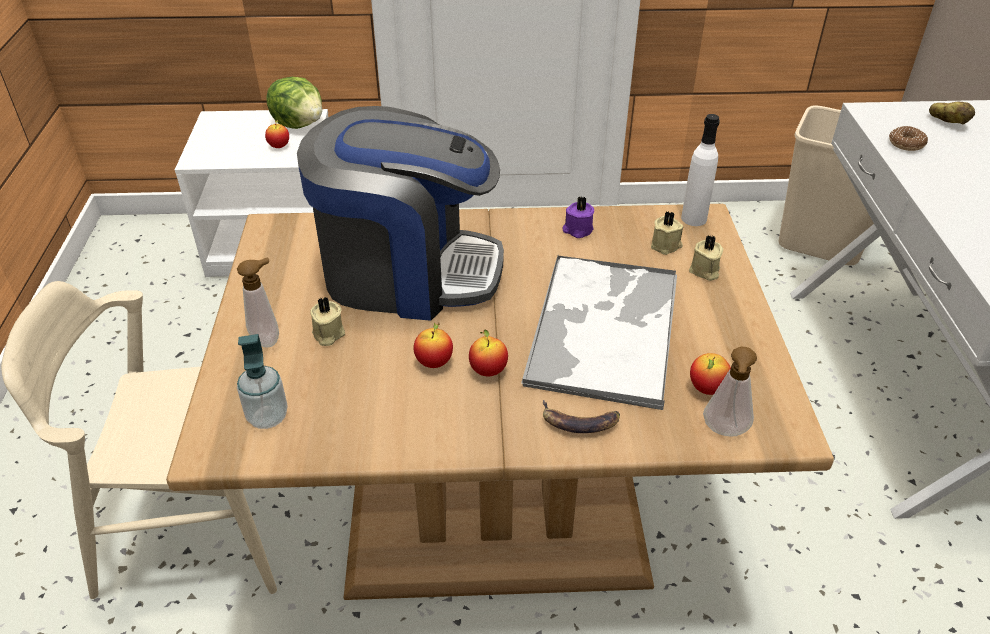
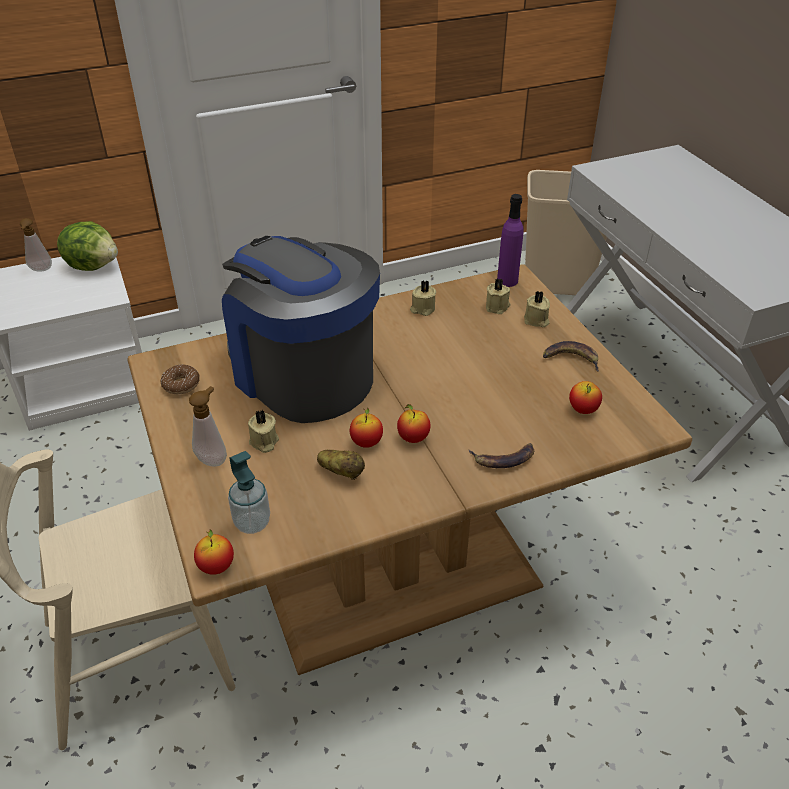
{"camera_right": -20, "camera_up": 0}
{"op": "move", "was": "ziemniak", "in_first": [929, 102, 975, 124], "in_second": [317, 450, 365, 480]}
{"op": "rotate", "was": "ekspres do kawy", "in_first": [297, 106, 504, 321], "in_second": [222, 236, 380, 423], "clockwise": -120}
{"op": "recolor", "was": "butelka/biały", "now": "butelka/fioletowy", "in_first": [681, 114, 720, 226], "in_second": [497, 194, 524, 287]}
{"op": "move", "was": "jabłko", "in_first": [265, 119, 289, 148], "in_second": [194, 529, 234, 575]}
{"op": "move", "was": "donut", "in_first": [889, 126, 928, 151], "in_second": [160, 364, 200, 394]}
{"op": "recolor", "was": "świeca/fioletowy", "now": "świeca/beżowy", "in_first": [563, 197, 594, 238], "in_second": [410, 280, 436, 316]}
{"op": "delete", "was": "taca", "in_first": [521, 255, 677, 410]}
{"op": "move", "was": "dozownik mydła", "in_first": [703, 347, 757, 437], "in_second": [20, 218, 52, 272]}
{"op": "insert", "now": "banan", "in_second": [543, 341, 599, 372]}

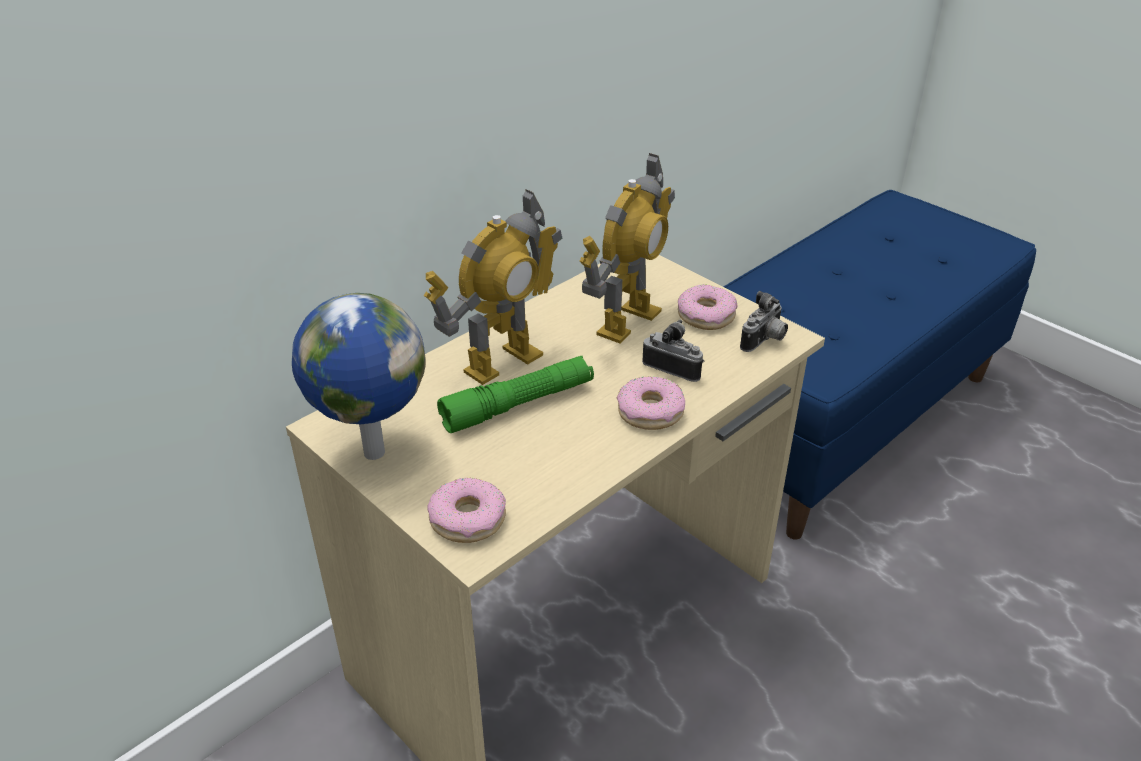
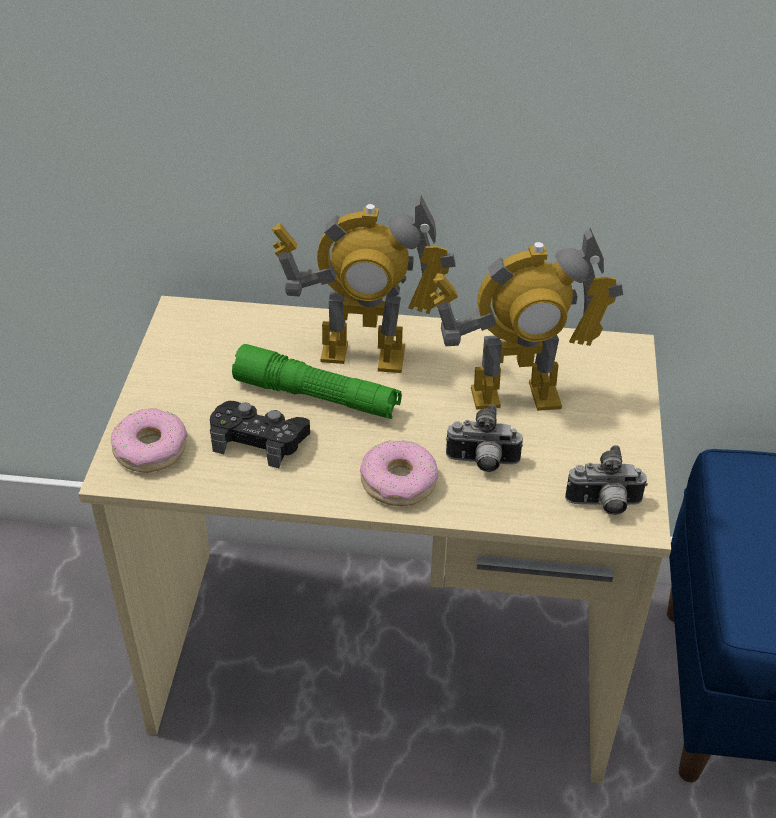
{"camera_right": 50, "camera_up": 5}
{"op": "delete", "was": "donut", "in_first": [678, 285, 737, 330]}
{"op": "delete", "was": "globus", "in_first": [292, 293, 426, 460]}
{"op": "rotate", "was": "aparat fotograficzny", "in_first": [642, 319, 704, 382], "in_second": [446, 405, 523, 472], "clockwise": 105}
{"op": "insert", "now": "pad do gier/czarny", "in_second": [210, 401, 310, 468]}

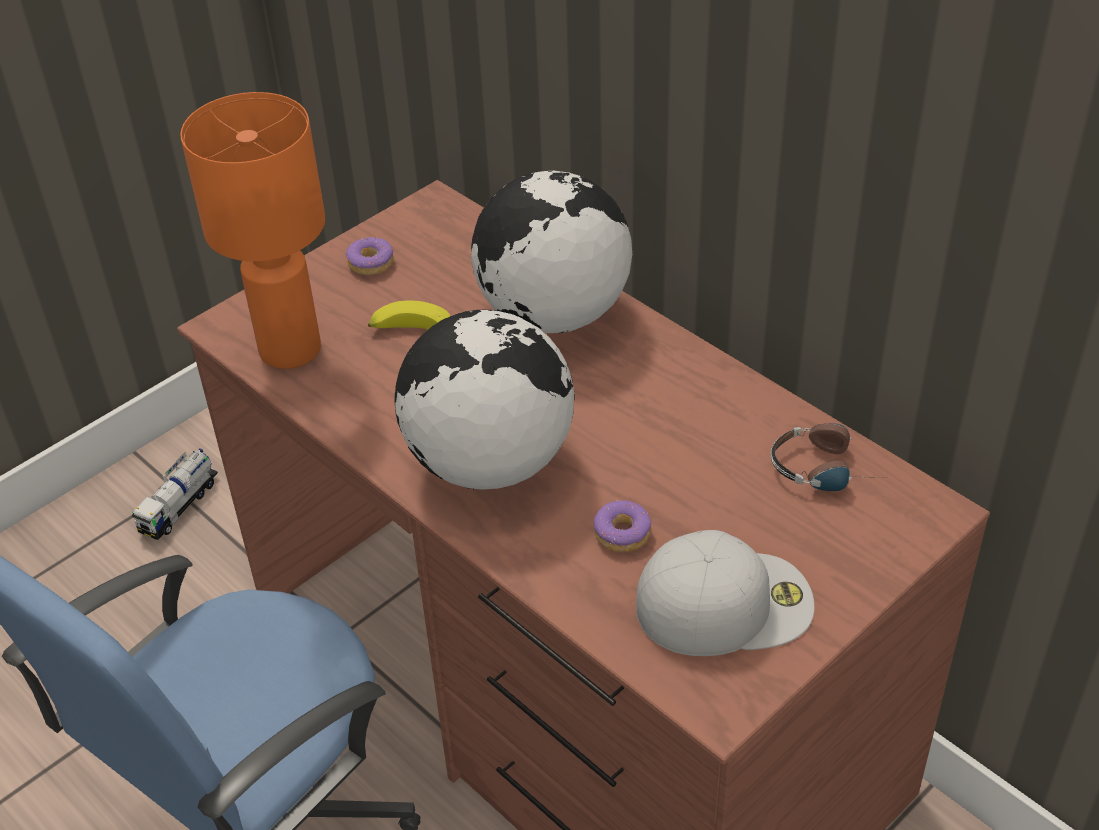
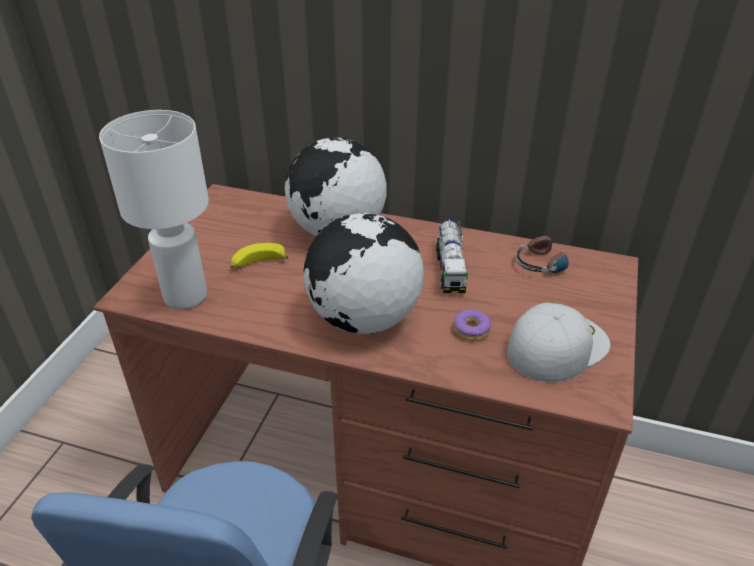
{"camera_right": -30, "camera_up": -5}
{"op": "recolor", "was": "lampa stołowa/pomarańczowy", "now": "lampa stołowa/biały", "in_first": [180, 92, 325, 369], "in_second": [99, 110, 209, 309]}
{"op": "delete", "was": "donut", "in_first": [346, 237, 394, 275]}
{"op": "move", "was": "ciężarówka zabawkowa", "in_first": [132, 448, 218, 540], "in_second": [436, 218, 468, 293]}

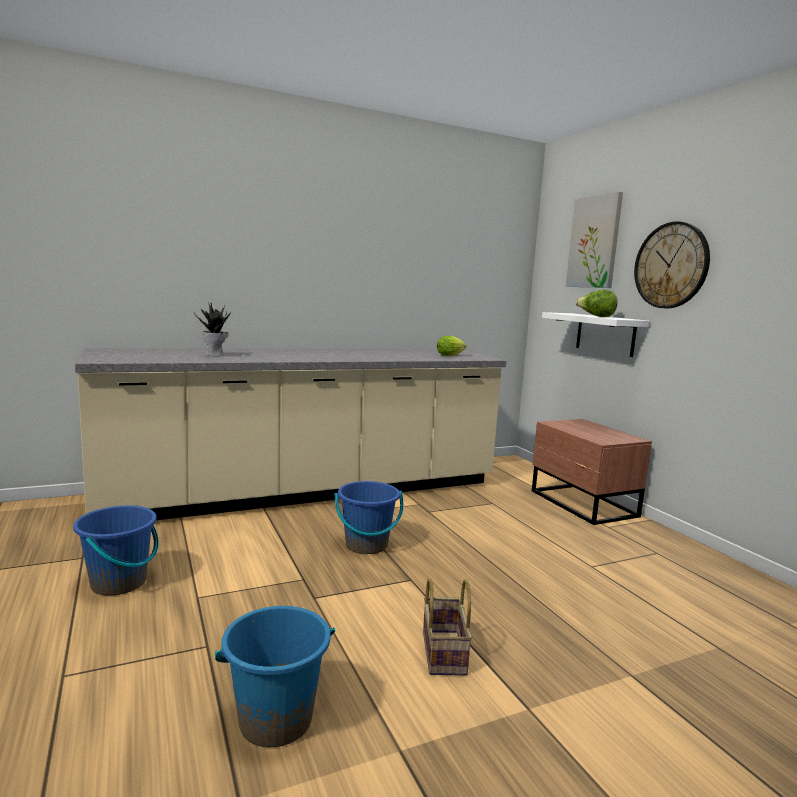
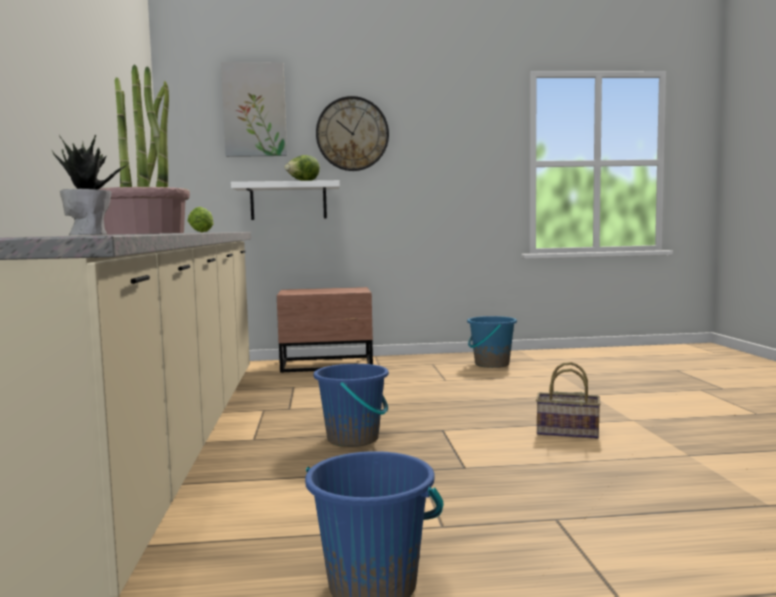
{"camera_right": -70, "camera_up": -5}
{"op": "move", "was": "wiadro/niebieski", "in_first": [215, 606, 335, 747], "in_second": [467, 316, 517, 368]}
{"op": "insert", "now": "roślina doniczkowa", "in_second": [99, 64, 190, 235]}

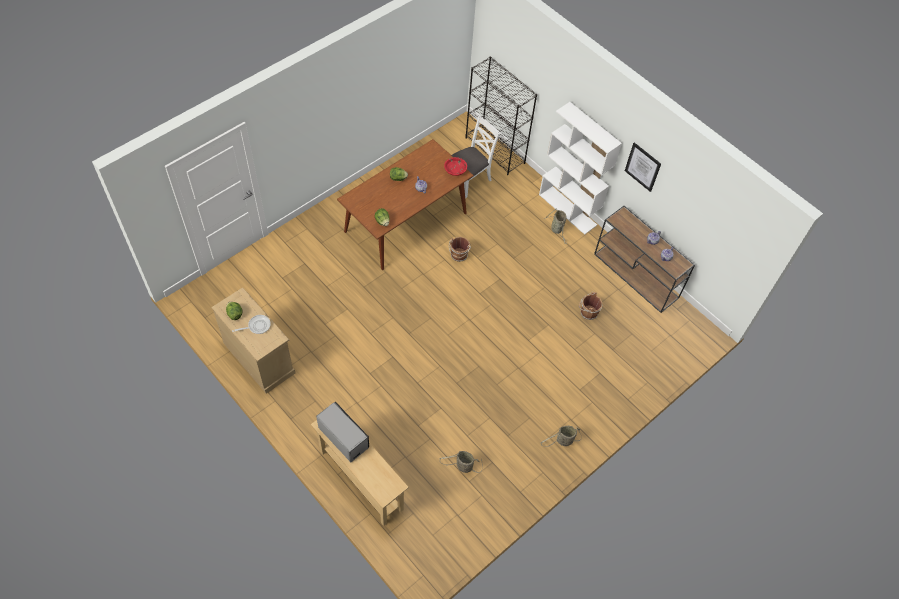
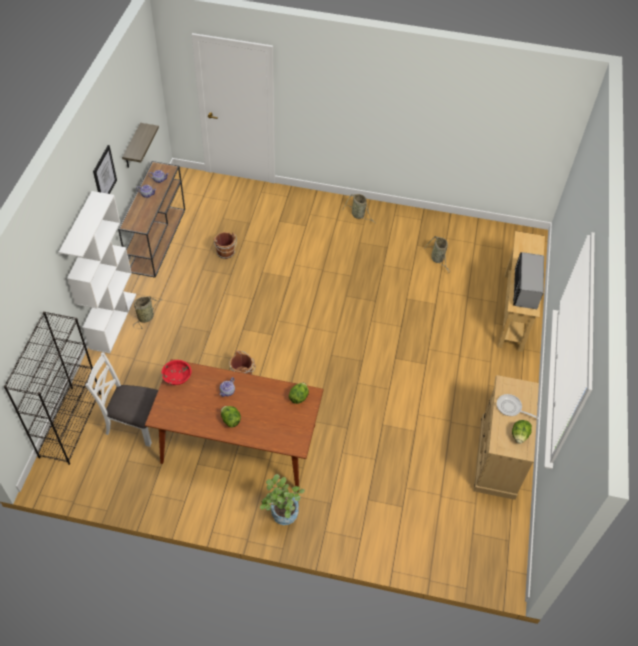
{"camera_right": -125, "camera_up": -5}
{"op": "insert", "now": "półka", "in_second": [122, 123, 159, 168]}
{"op": "insert", "now": "roślina doniczkowa", "in_second": [260, 474, 305, 525]}

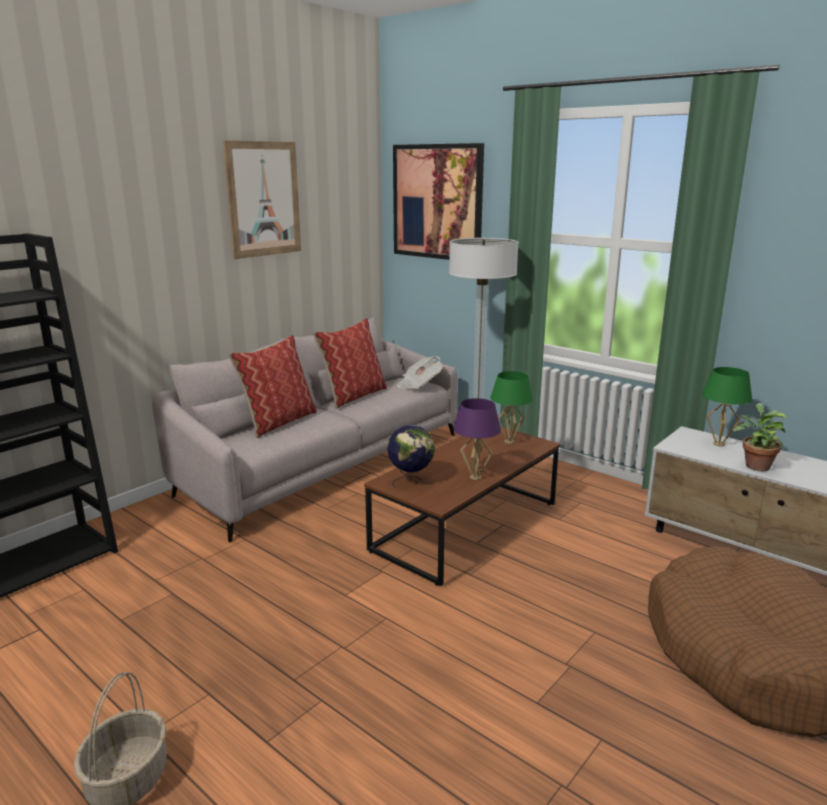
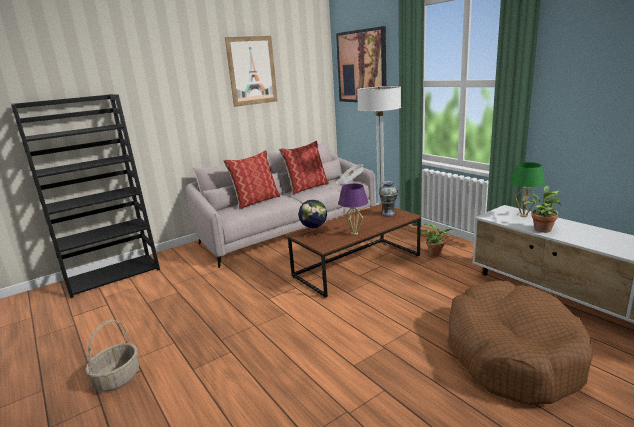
{"camera_right": 15, "camera_up": 0}
{"op": "replace", "was": "lampa stołowa/zielony", "now": "wazon", "in_first": [490, 371, 533, 444], "in_second": [379, 181, 398, 217]}
{"op": "insert", "now": "roślina doniczkowa", "in_second": [422, 223, 454, 256]}

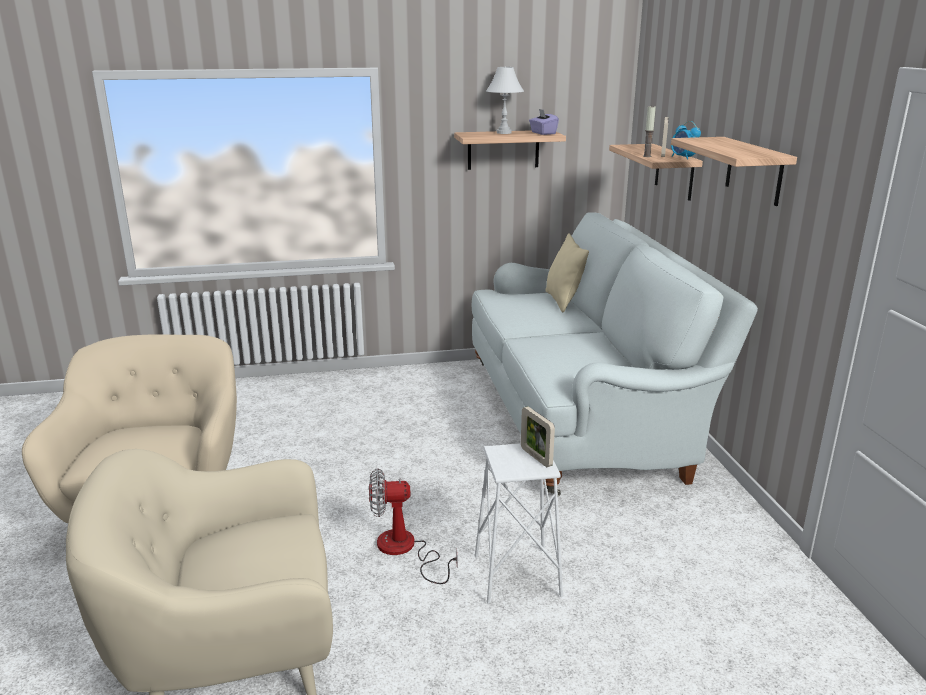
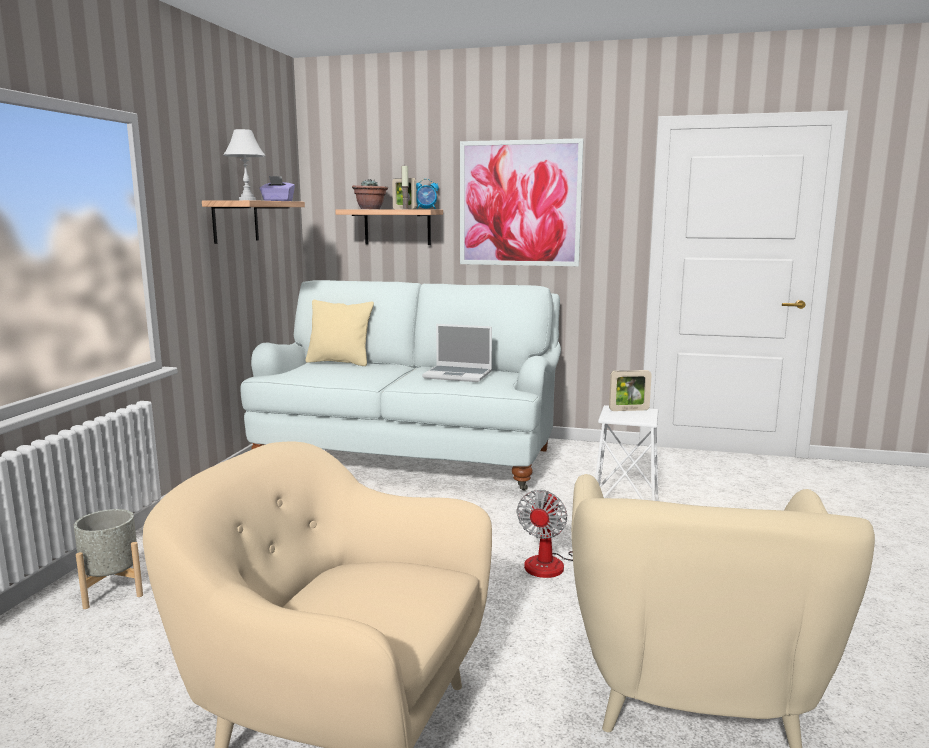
{"camera_right": -65, "camera_up": -10}
{"op": "replace", "was": "półka", "now": "obraz", "in_first": [671, 137, 797, 206], "in_second": [460, 138, 584, 266]}
{"op": "insert", "now": "roślina doniczkowa", "in_second": [352, 179, 388, 209]}
{"op": "insert", "now": "laptop", "in_second": [422, 324, 492, 382]}
{"op": "insert", "now": "donica/szary", "in_second": [74, 509, 143, 609]}

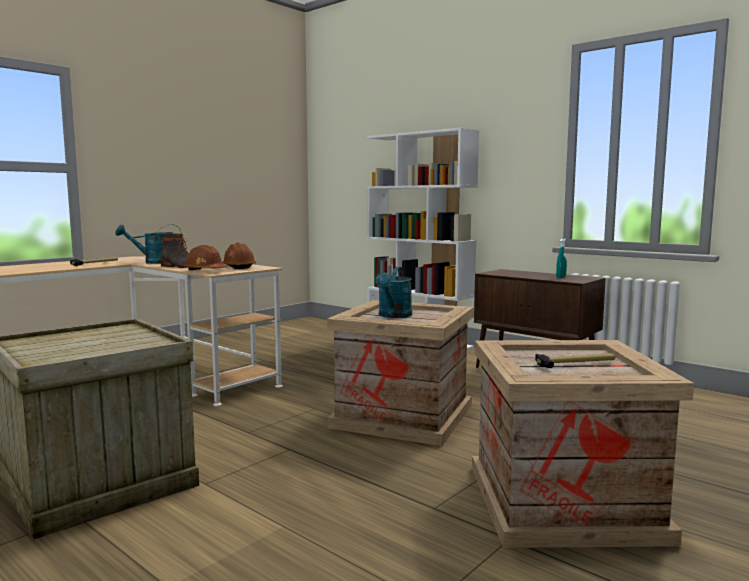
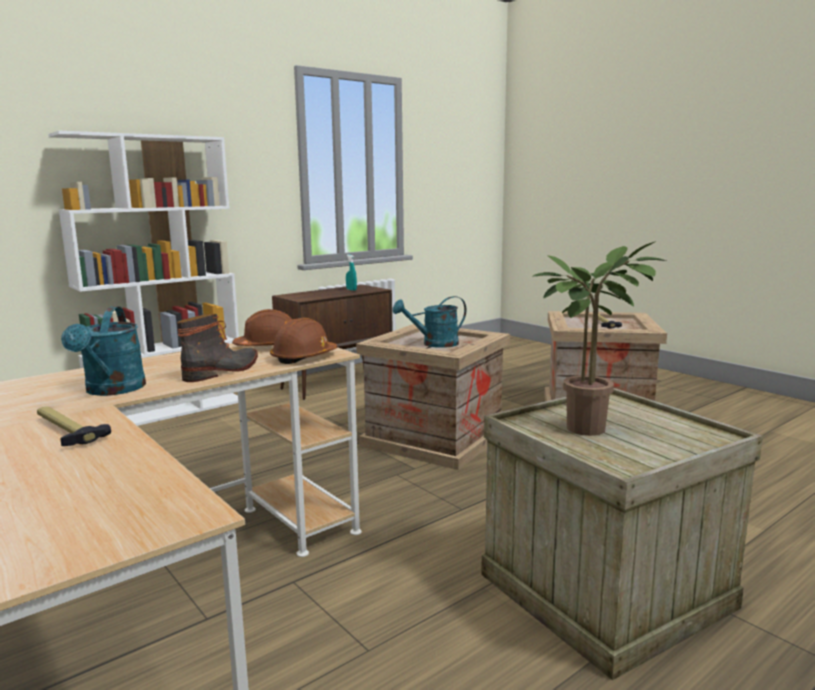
{"camera_right": -80, "camera_up": 5}
{"op": "rotate", "was": "konewka/turkusowy", "in_first": [375, 267, 412, 318], "in_second": [393, 296, 466, 348], "clockwise": 135}
{"op": "insert", "now": "roślina doniczkowa", "in_second": [533, 241, 666, 436]}

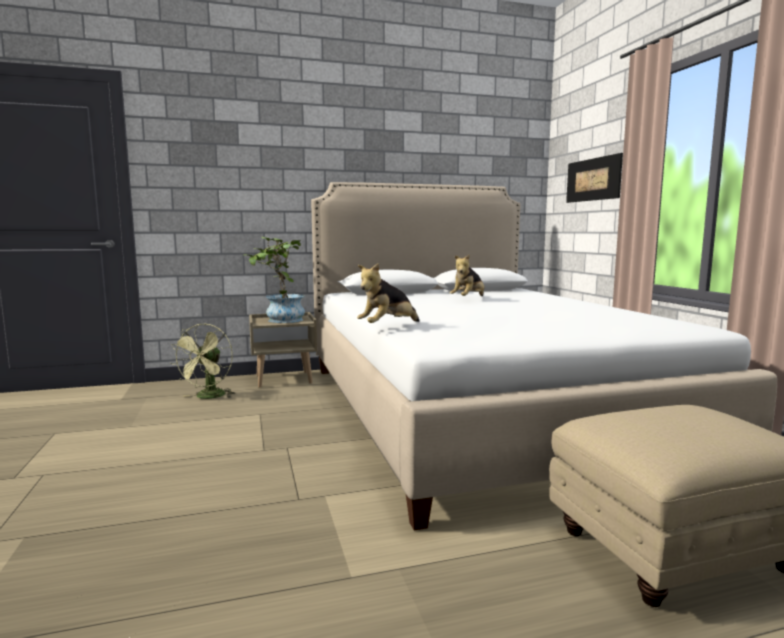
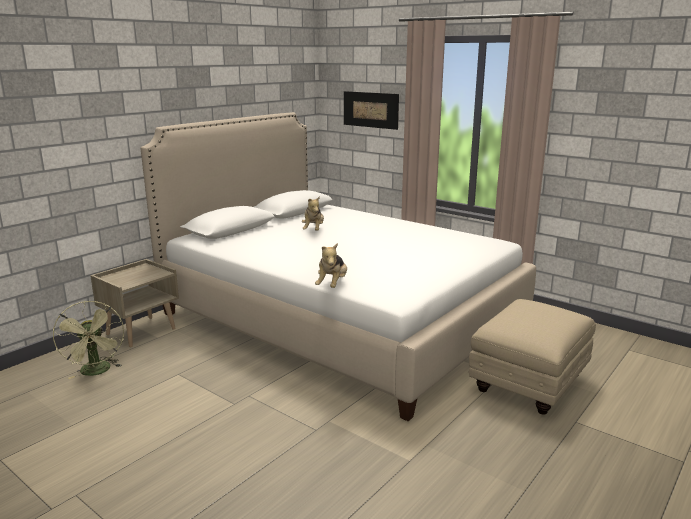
{"camera_right": -35, "camera_up": 10}
{"op": "delete", "was": "roślina doniczkowa", "in_first": [248, 237, 305, 323]}

